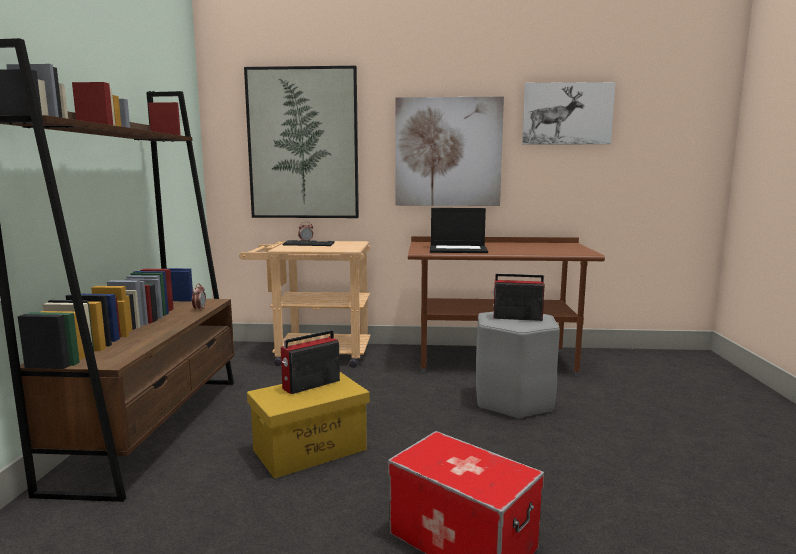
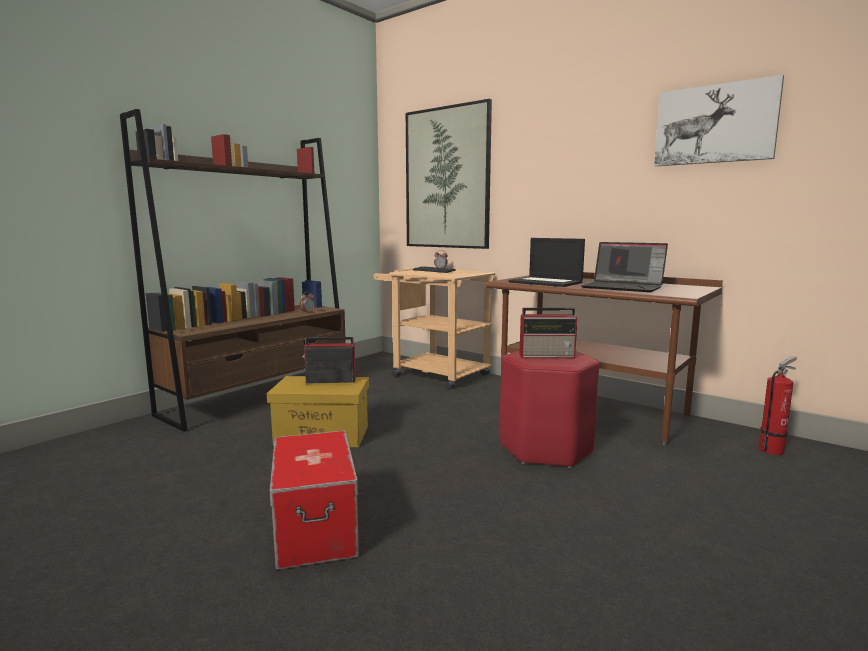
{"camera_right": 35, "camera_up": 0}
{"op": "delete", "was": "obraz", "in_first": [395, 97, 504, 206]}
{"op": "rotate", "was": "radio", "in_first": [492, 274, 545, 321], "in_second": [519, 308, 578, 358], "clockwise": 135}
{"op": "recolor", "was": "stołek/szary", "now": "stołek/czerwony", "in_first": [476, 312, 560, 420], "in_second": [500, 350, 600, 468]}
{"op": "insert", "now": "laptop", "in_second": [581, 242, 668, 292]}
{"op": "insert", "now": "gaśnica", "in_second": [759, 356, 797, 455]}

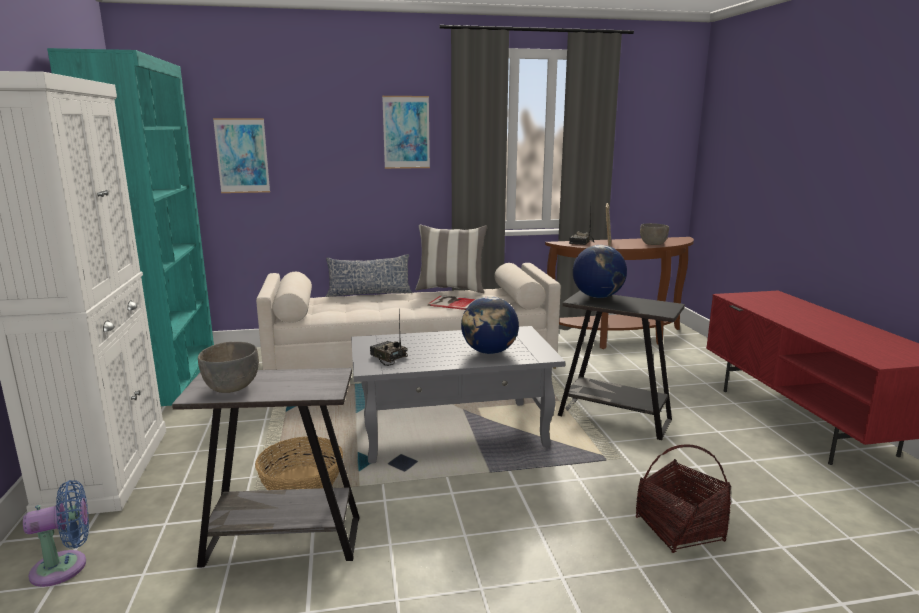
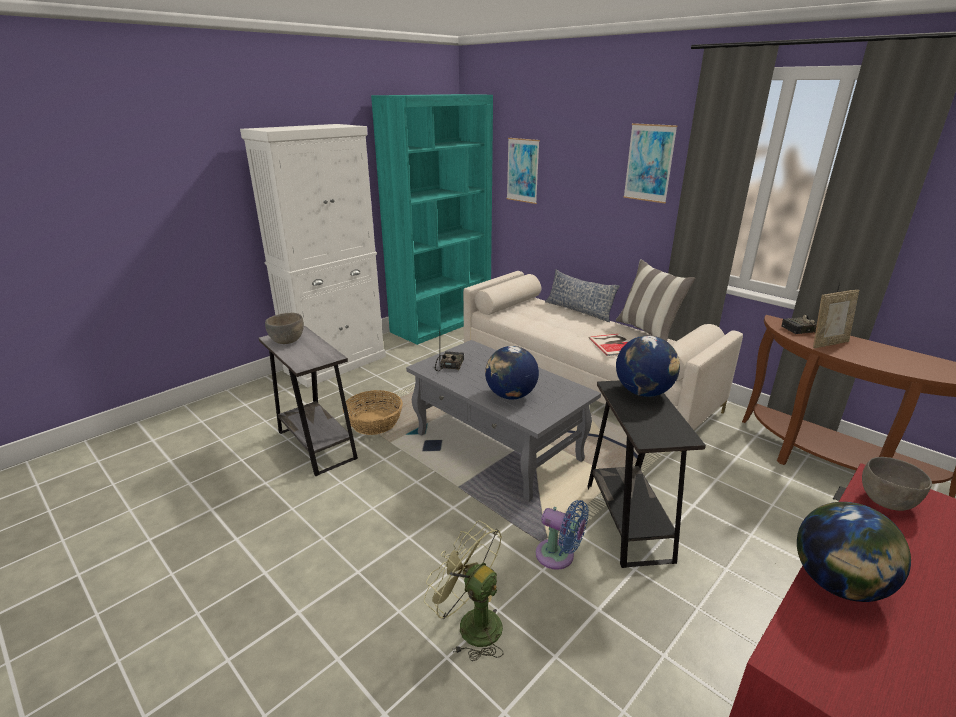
{"camera_right": 55, "camera_up": 10}
{"op": "move", "was": "miska/szary", "in_first": [640, 223, 669, 245], "in_second": [862, 457, 932, 511]}
{"op": "replace", "was": "koszyk", "now": "wentylator/zielony", "in_first": [636, 444, 731, 553], "in_second": [424, 521, 504, 661]}
{"op": "move", "was": "wentylator/niebieski", "in_first": [23, 480, 89, 587], "in_second": [536, 500, 589, 570]}
{"op": "insert", "now": "globus", "in_second": [797, 502, 911, 602]}

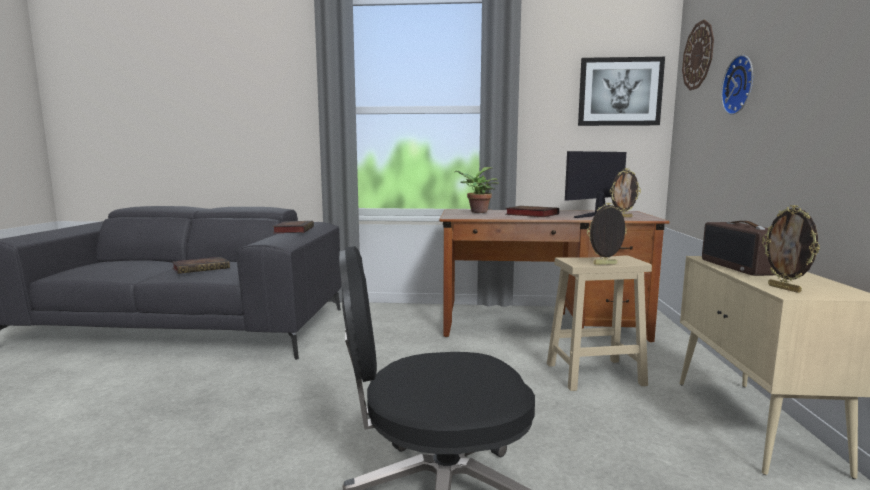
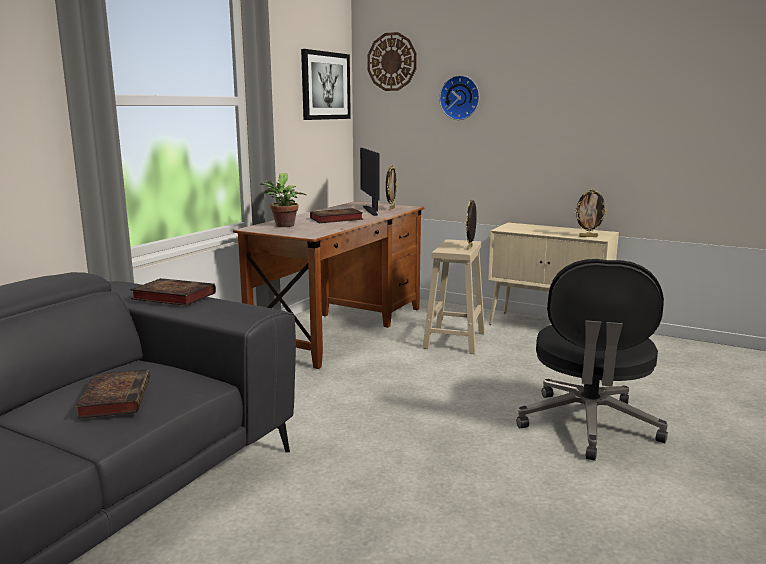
{"camera_right": -65, "camera_up": 5}
{"op": "delete", "was": "radio", "in_first": [702, 221, 775, 276]}

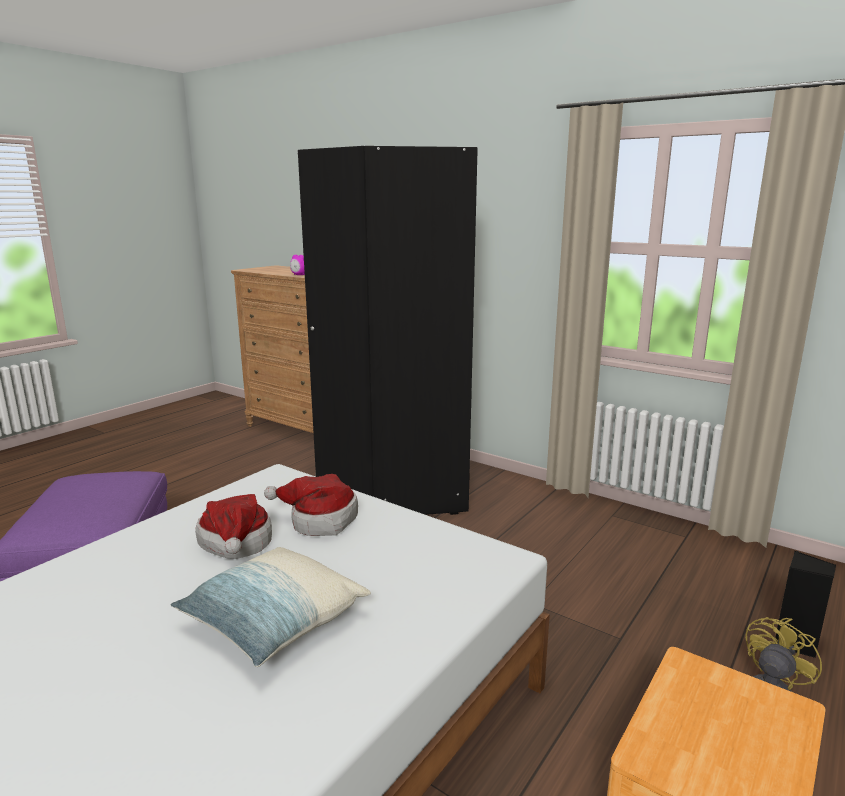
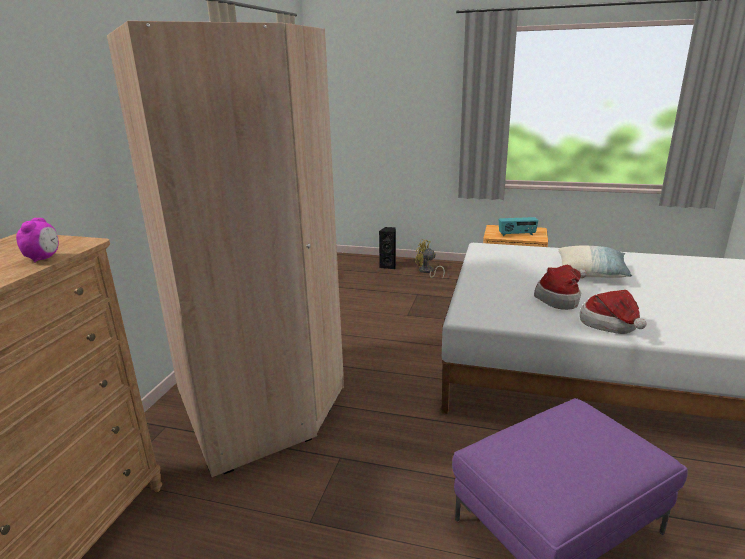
{"camera_right": -110, "camera_up": 5}
{"op": "recolor", "was": "szafa/czarny", "now": "szafa/beżowy", "in_first": [297, 146, 478, 515], "in_second": [107, 21, 344, 477]}
{"op": "move", "was": "kapelusz", "in_first": [264, 474, 358, 536], "in_second": [580, 290, 646, 334]}
{"op": "insert", "now": "radio", "in_second": [499, 217, 538, 236]}

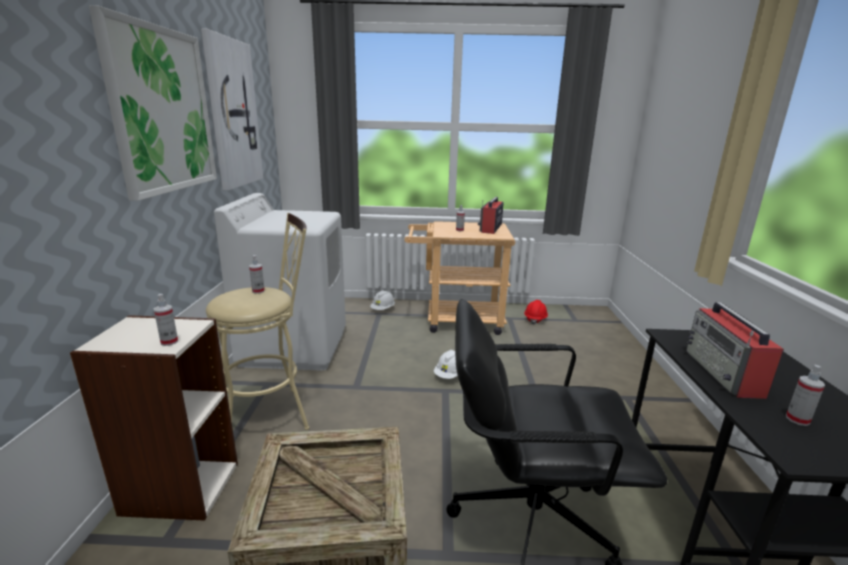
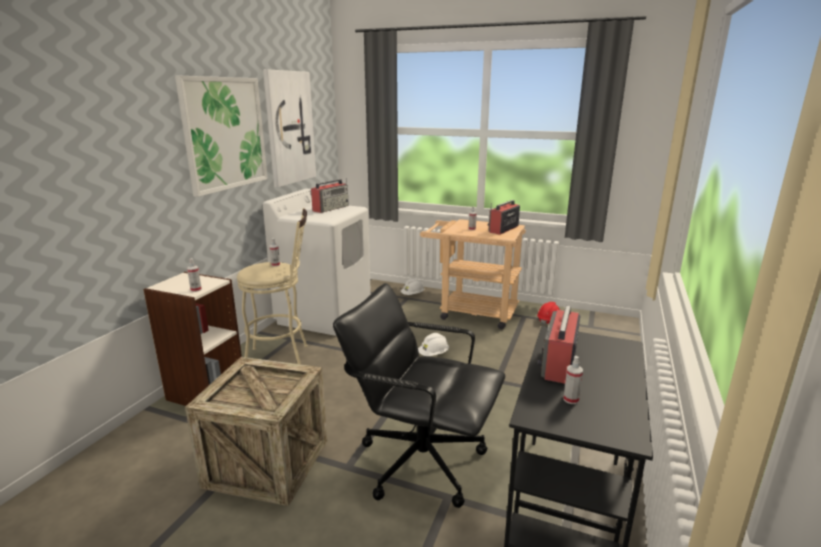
{"camera_right": 20, "camera_up": 0}
{"op": "insert", "now": "radio", "in_second": [311, 178, 349, 213]}

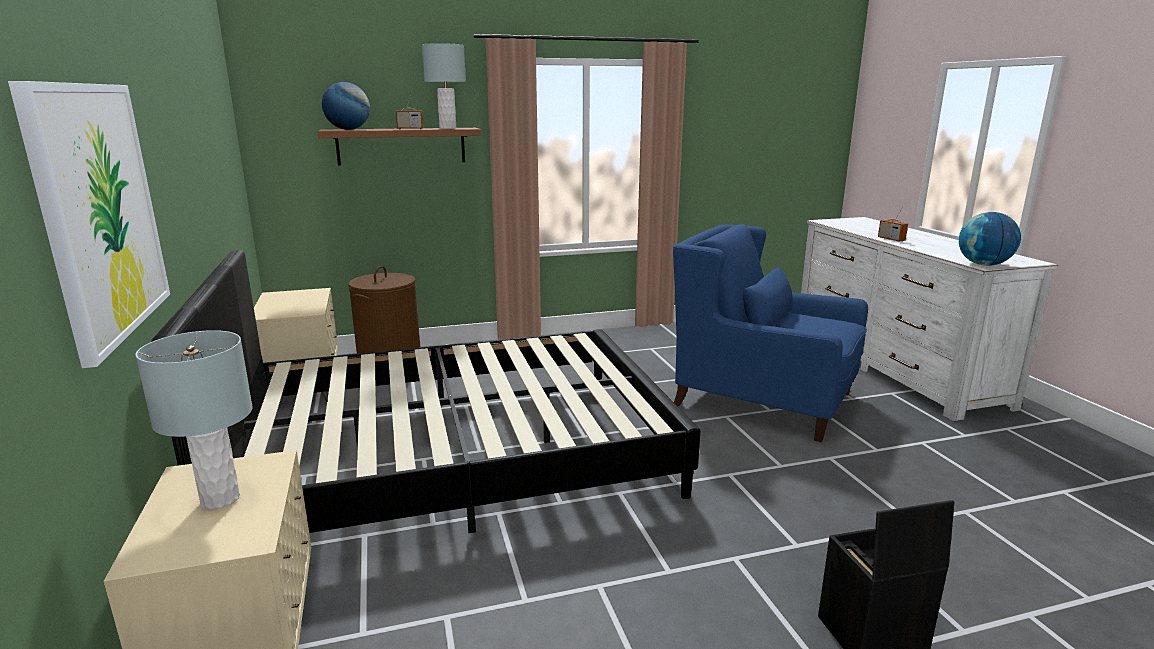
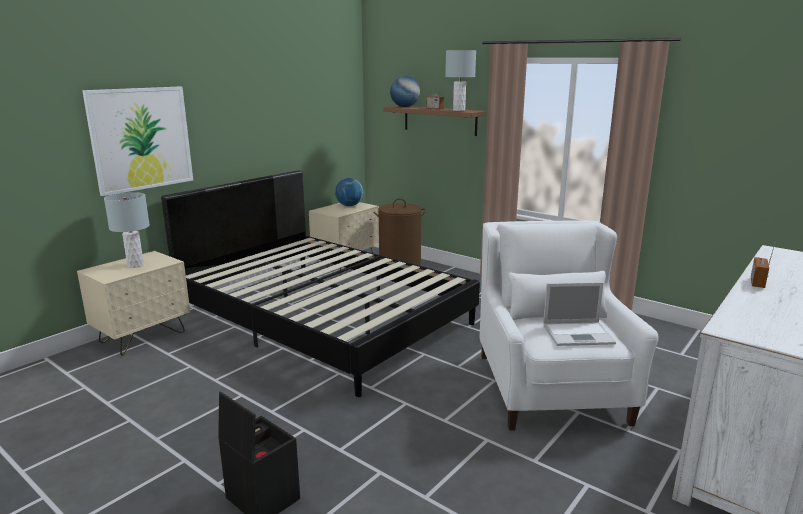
{"camera_right": 55, "camera_up": 0}
{"op": "move", "was": "globus", "in_first": [959, 212, 1021, 266], "in_second": [335, 178, 363, 206]}
{"op": "recolor", "was": "fotel/niebieski", "now": "fotel/biały", "in_first": [673, 224, 868, 442], "in_second": [480, 221, 659, 430]}
{"op": "insert", "now": "laptop", "in_second": [543, 282, 616, 346]}

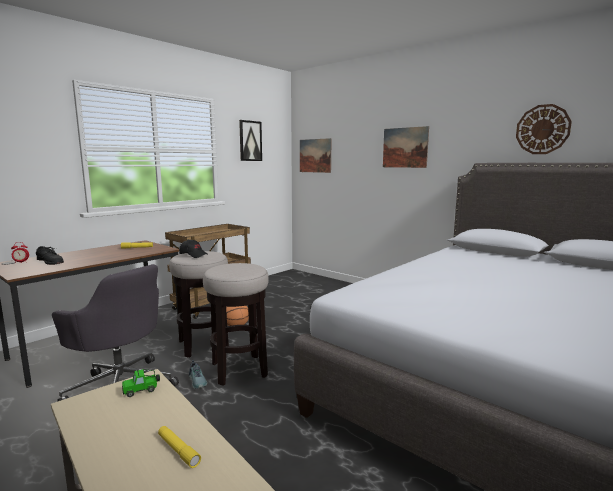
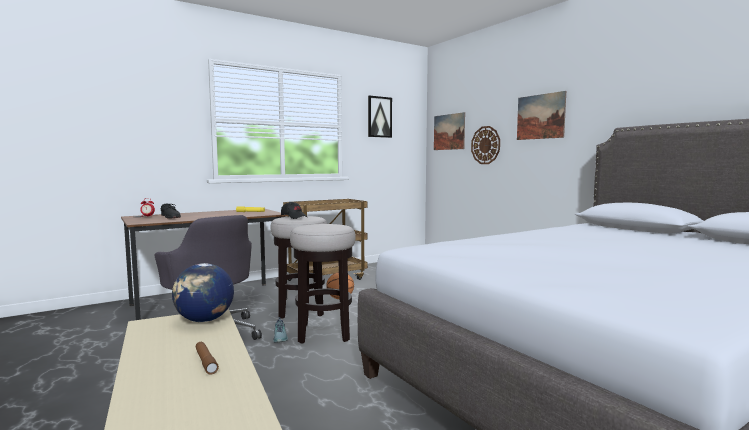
{"camera_right": 15, "camera_up": -5}
{"op": "move", "was": "zegar ścienny", "in_first": [516, 104, 572, 154], "in_second": [471, 126, 500, 164]}
{"op": "replace", "was": "samochodzik", "now": "globus", "in_first": [122, 369, 160, 397], "in_second": [172, 263, 234, 322]}
{"op": "recolor", "was": "latarka/żółty", "now": "latarka/brązowy", "in_first": [158, 426, 201, 468], "in_second": [196, 342, 219, 375]}

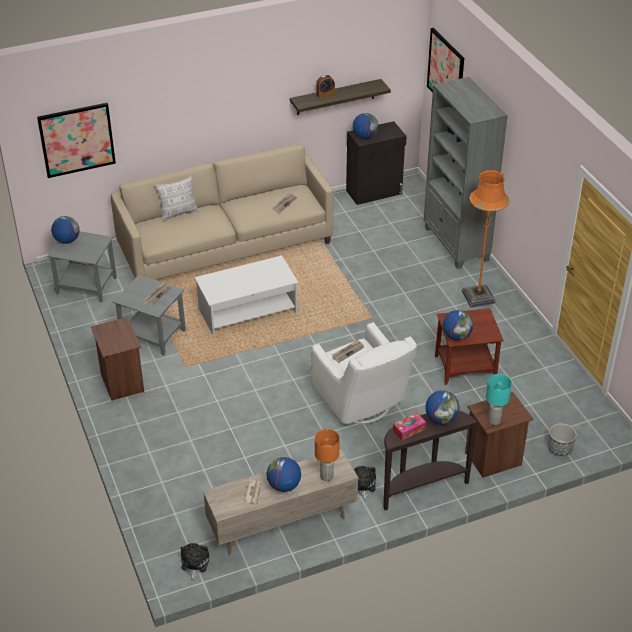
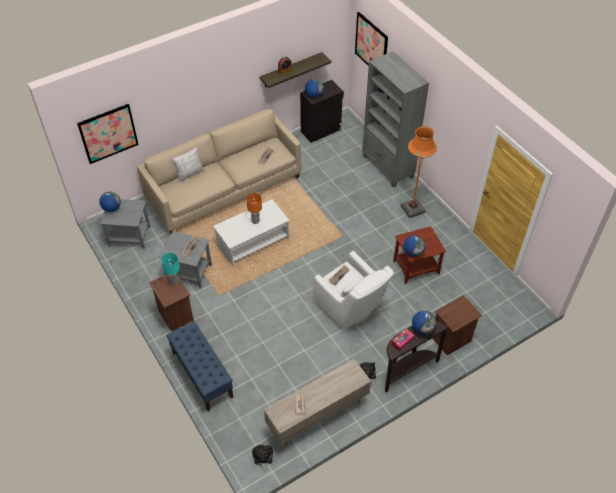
{"camera_right": -10, "camera_up": 10}
{"op": "move", "was": "lampa stołowa/turkusowy", "in_first": [486, 374, 512, 425], "in_second": [161, 253, 180, 285]}
{"op": "delete", "was": "donica", "in_first": [548, 423, 577, 456]}
{"op": "move", "was": "lampa stołowa/pomarańczowy", "in_first": [315, 429, 340, 481], "in_second": [246, 193, 262, 224]}
{"op": "delete", "was": "globus", "in_first": [267, 457, 301, 492]}
{"op": "insert", "now": "ławka/niebieski", "in_second": [167, 321, 233, 411]}

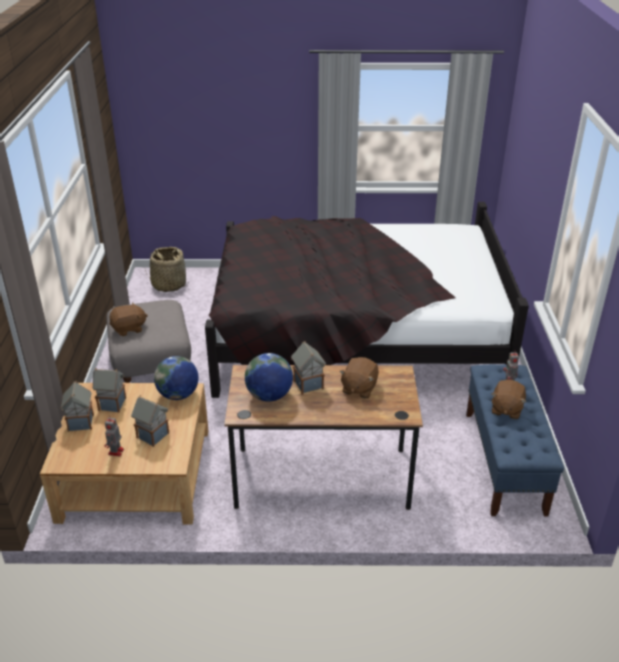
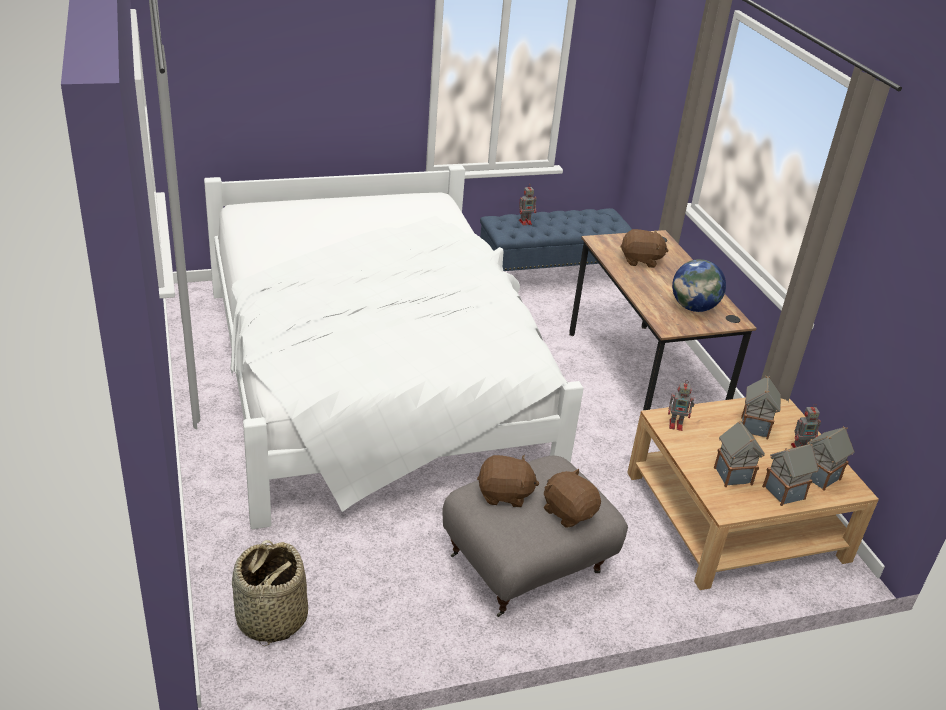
{"camera_right": -110, "camera_up": 0}
{"op": "recolor", "was": "łóżko/czarny", "now": "łóżko/biały", "in_first": [205, 202, 529, 398], "in_second": [204, 165, 584, 529]}
{"op": "move", "was": "domek", "in_first": [291, 341, 326, 395], "in_second": [807, 426, 855, 491]}
{"op": "replace", "was": "globus", "now": "robot zabawkowy", "in_first": [154, 356, 199, 400], "in_second": [668, 380, 694, 431]}
{"op": "move", "was": "pluszak/brązowy", "in_first": [491, 380, 526, 419], "in_second": [477, 455, 539, 507]}

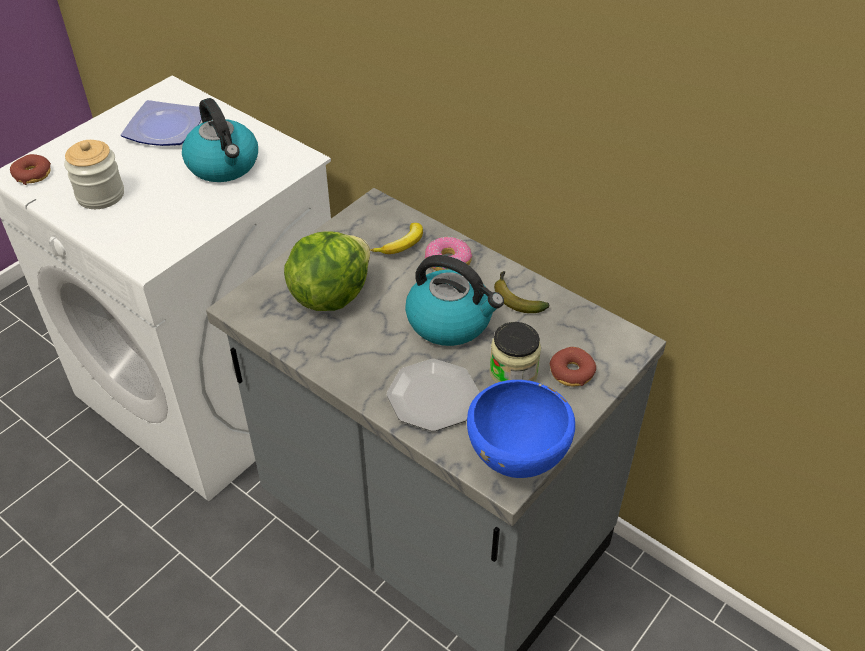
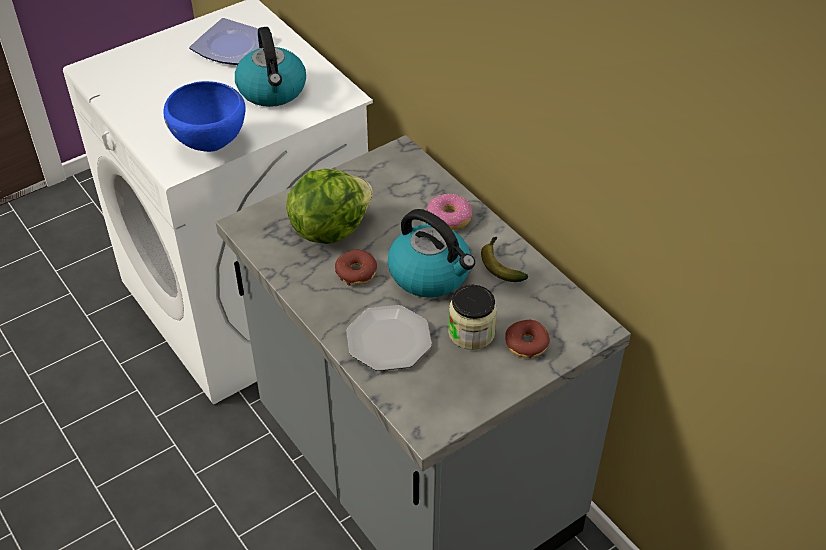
{"camera_right": 15, "camera_up": 0}
{"op": "delete", "was": "słoik", "in_first": [64, 140, 124, 209]}
{"op": "move", "was": "donut", "in_first": [10, 154, 51, 185], "in_second": [335, 250, 377, 286]}
{"op": "delete", "was": "banan", "in_first": [370, 223, 423, 254]}
{"op": "move", "was": "miska/niebieski", "in_first": [467, 380, 575, 478], "in_second": [163, 81, 246, 152]}

